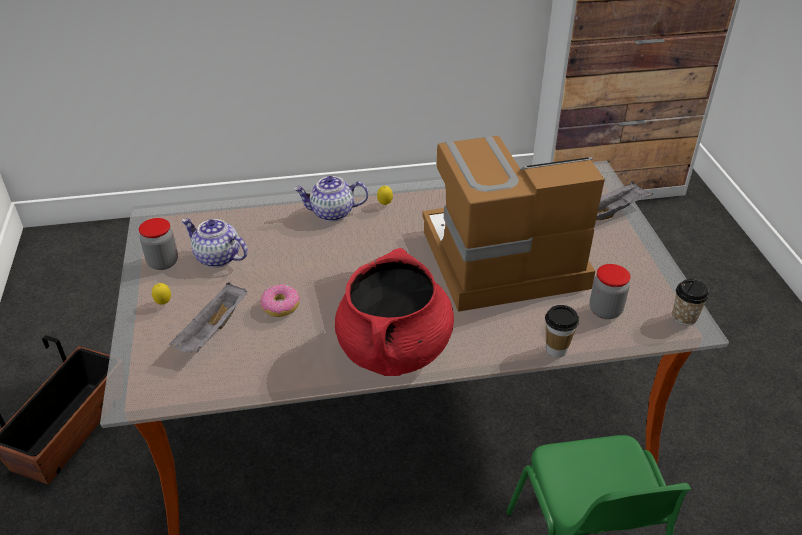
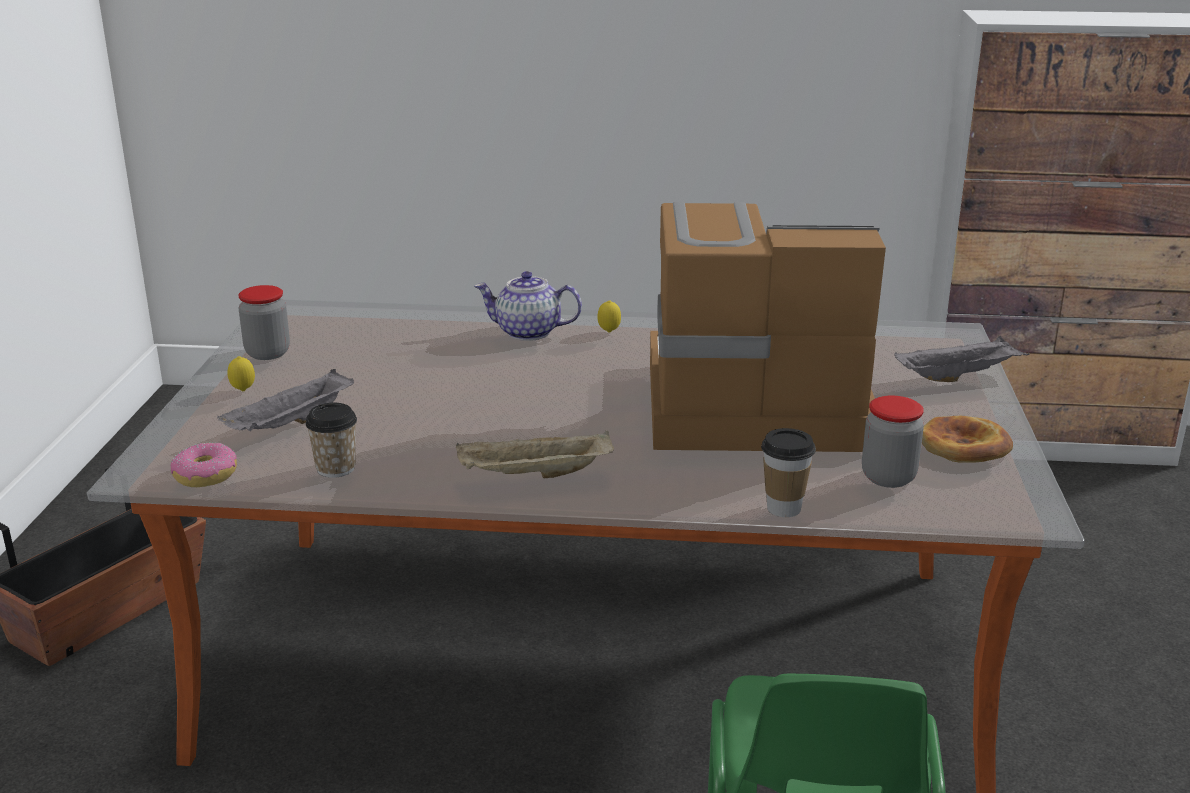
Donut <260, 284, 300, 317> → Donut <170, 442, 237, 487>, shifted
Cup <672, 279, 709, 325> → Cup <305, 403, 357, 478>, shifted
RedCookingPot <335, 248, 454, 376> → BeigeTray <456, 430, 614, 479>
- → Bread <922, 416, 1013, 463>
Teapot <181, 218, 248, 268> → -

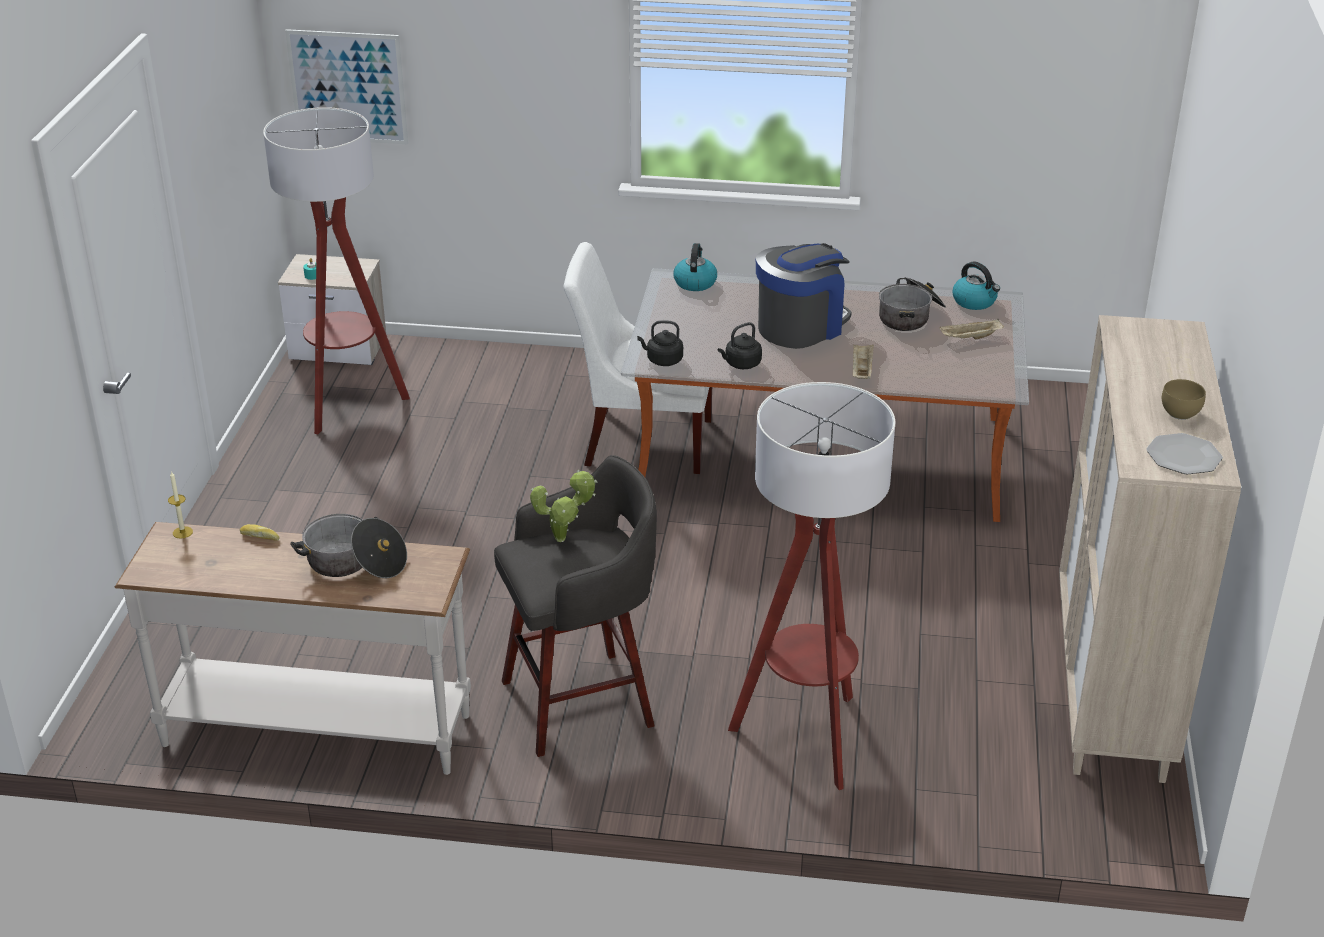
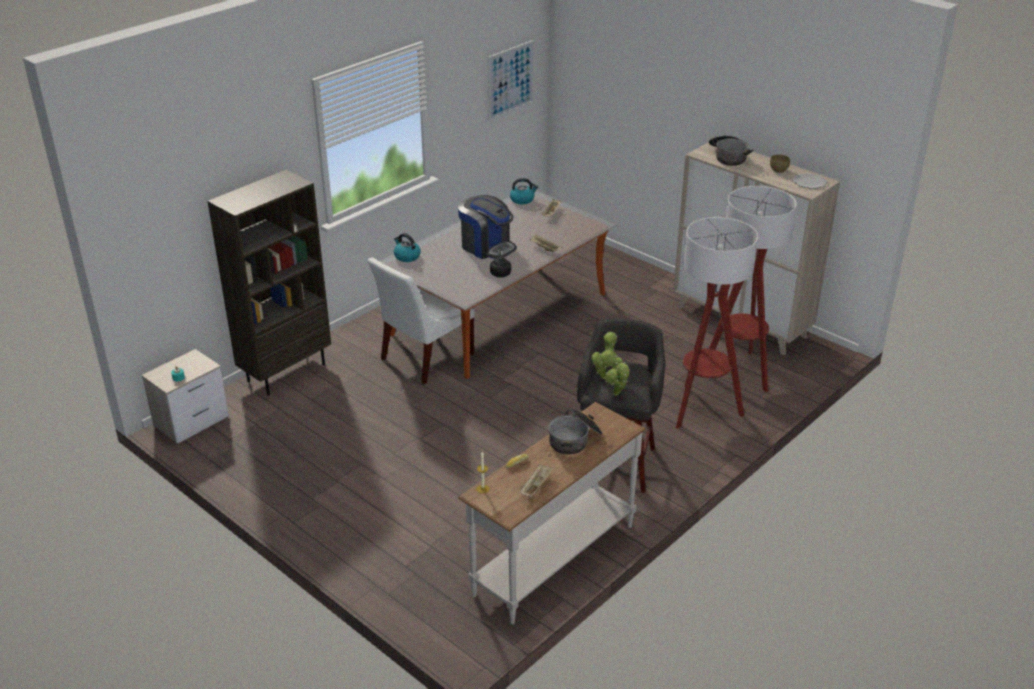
- → BrownBookcase <207, 170, 331, 395>
CoffeeMachine <756, 243, 851, 349> → CoffeeMachine <458, 195, 517, 259>, 135 degrees clockwise
Picture <285, 29, 408, 144> → Picture <488, 40, 534, 121>, shifted
- → BeigeTray <520, 464, 554, 497>
- → PottedPlant <605, 356, 630, 396>
CookingPot <879, 277, 946, 331> → CookingPot <709, 135, 753, 166>, shifted
FloorLamp <263, 107, 410, 435> → FloorLamp <709, 186, 797, 392>, shifted
BlackKettle <637, 320, 683, 366> → -

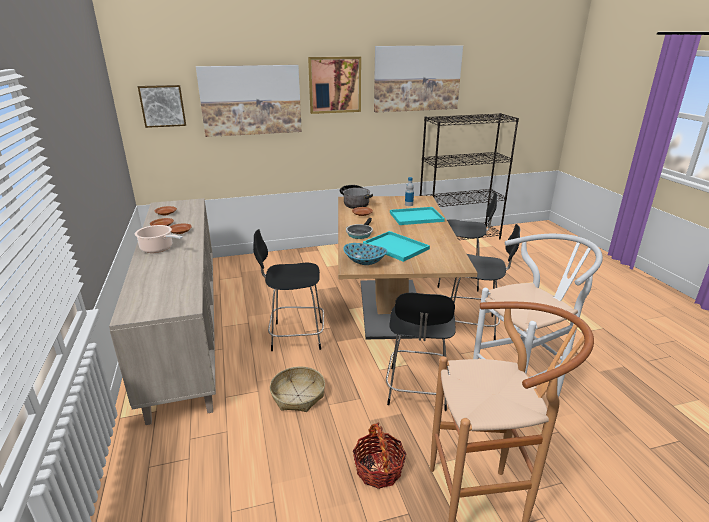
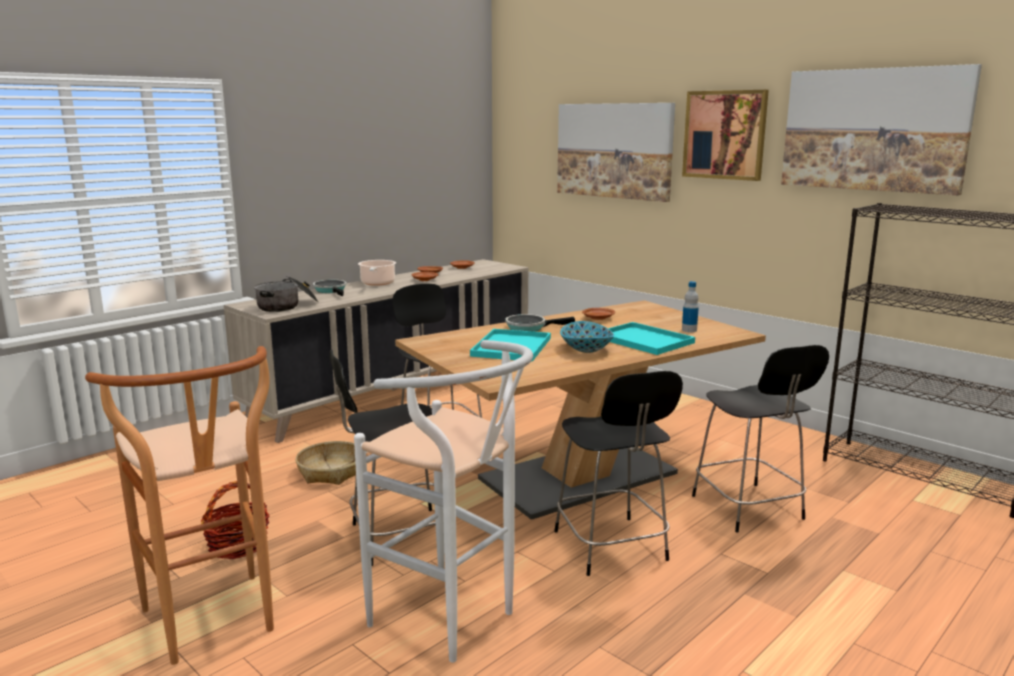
CookingPot <340, 185, 373, 209> → CookingPot <254, 276, 318, 312>, shifted
- → FryingPan <313, 280, 346, 296>
Bowl <343, 243, 387, 265> → Bowl <560, 321, 614, 353>, shifted
Picture <138, 85, 186, 128> → -

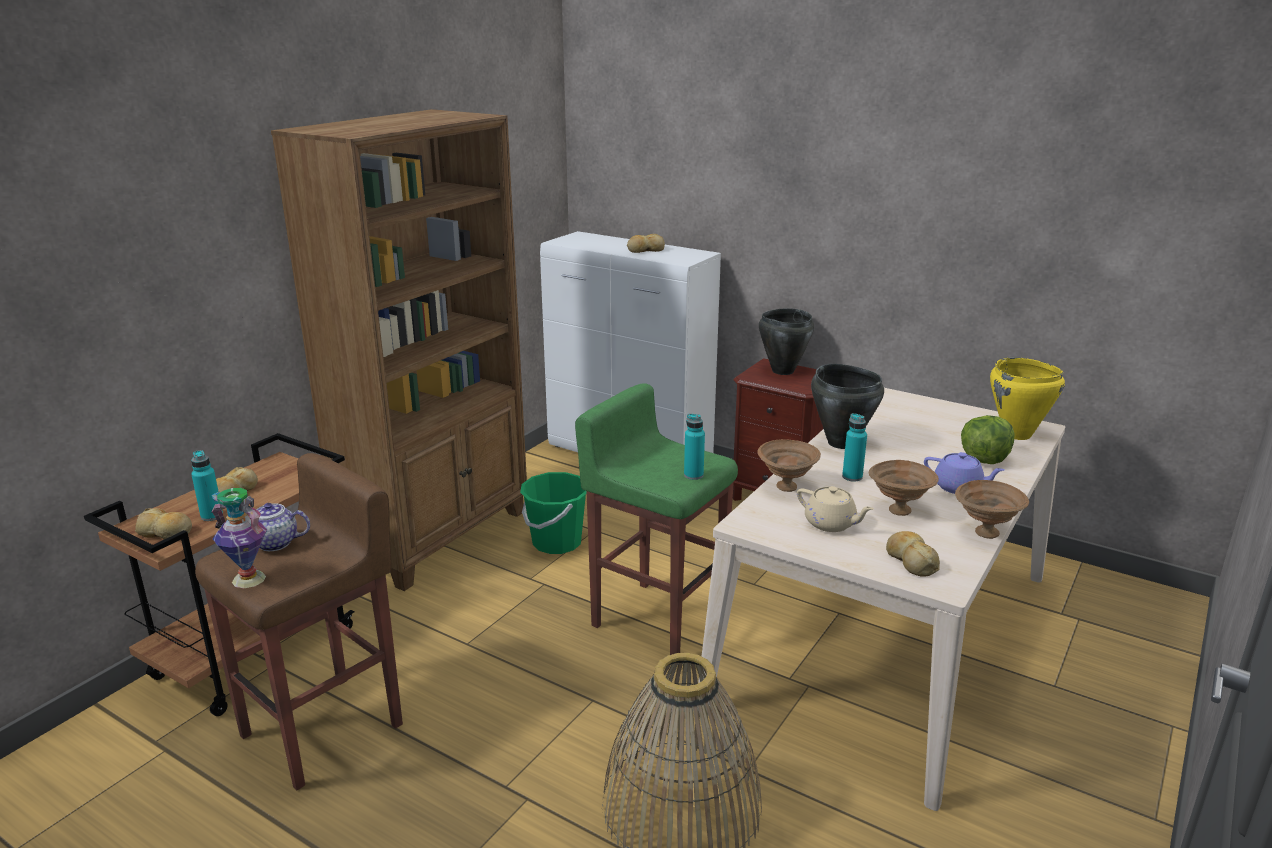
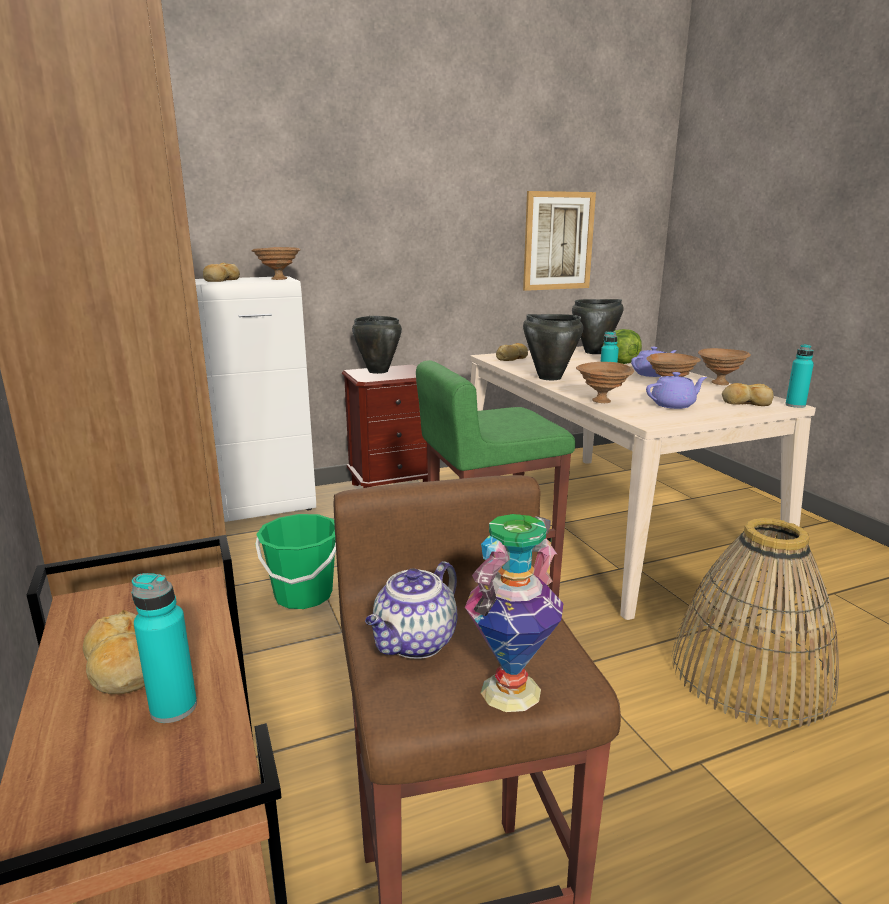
- → BrownBowl <251, 247, 301, 280>
Bread <135, 508, 192, 539> → Bread <496, 343, 528, 361>, shifted
- → Picture <523, 191, 596, 291>
YellowCookingPot <990, 357, 1065, 440> → BlackCookingPot <572, 299, 624, 354>
BeigeTeapot <797, 486, 874, 532> → PurpleTeapot <646, 372, 707, 409>
TurquoiseBottle <684, 414, 705, 480> → TurquoiseBottle <785, 344, 814, 408>, shifted

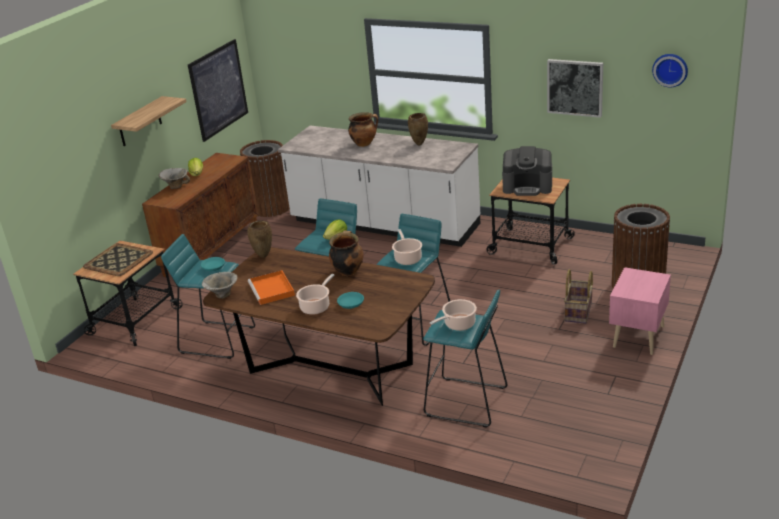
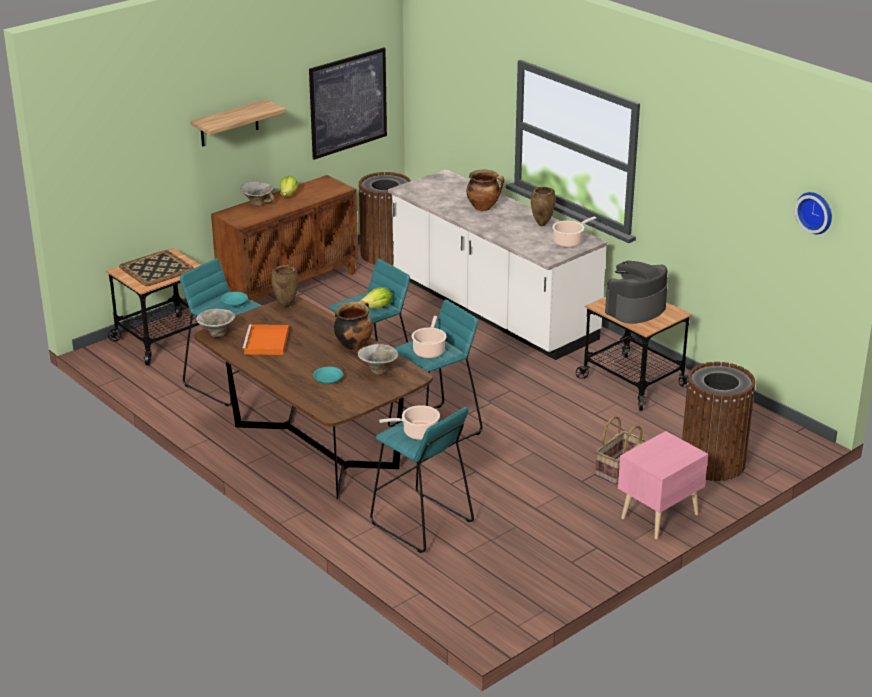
- → Bowl <357, 344, 398, 375>
CookingPot <296, 274, 335, 315> → CookingPot <552, 217, 596, 247>, shifted
CoffeeMachine <502, 146, 552, 196> → CoffeeMachine <605, 260, 668, 324>, 105 degrees clockwise
Picture <547, 59, 603, 118> → -

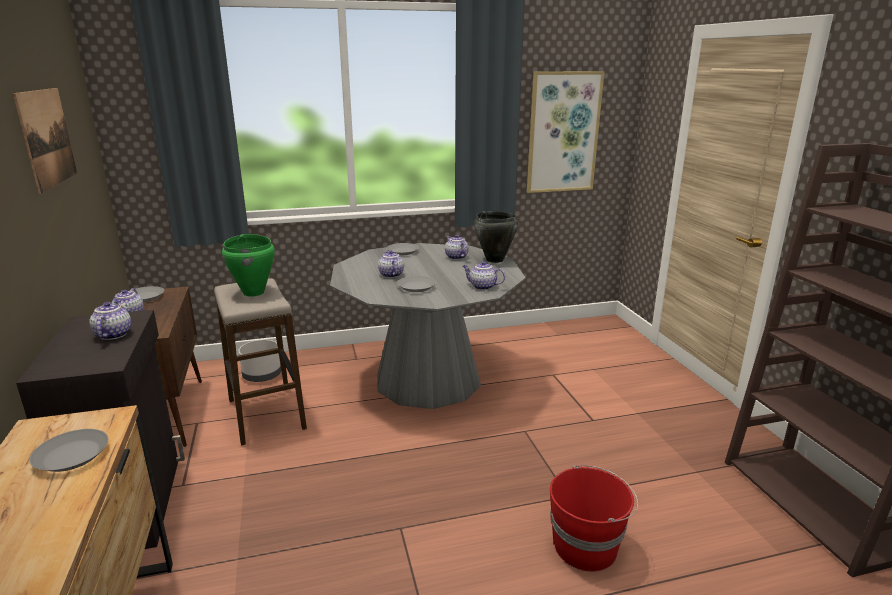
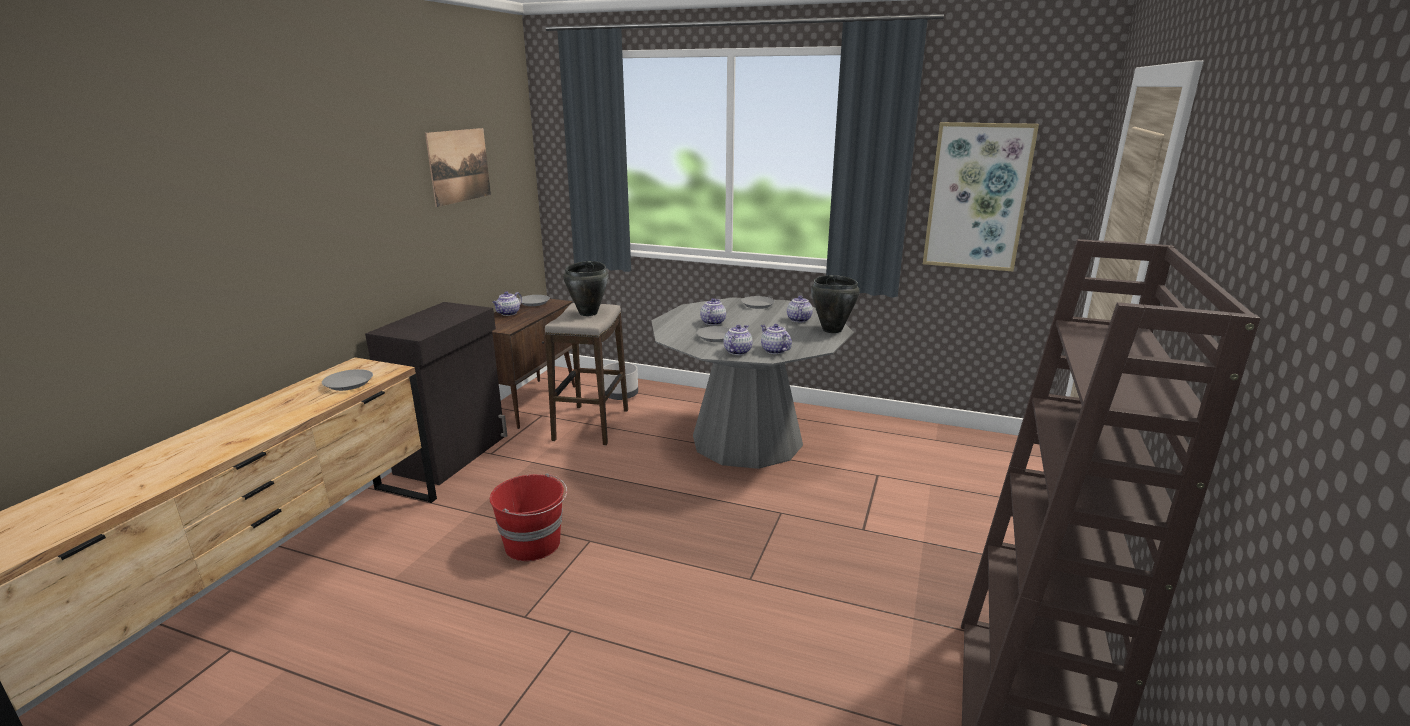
RedBucket <550, 465, 638, 572> → RedBucket <490, 473, 567, 561>, shifted
GreenCookingPot <222, 234, 275, 297> → BlackCookingPot <563, 261, 609, 316>
Teapot <89, 300, 131, 340> → Teapot <723, 325, 753, 355>, shifted

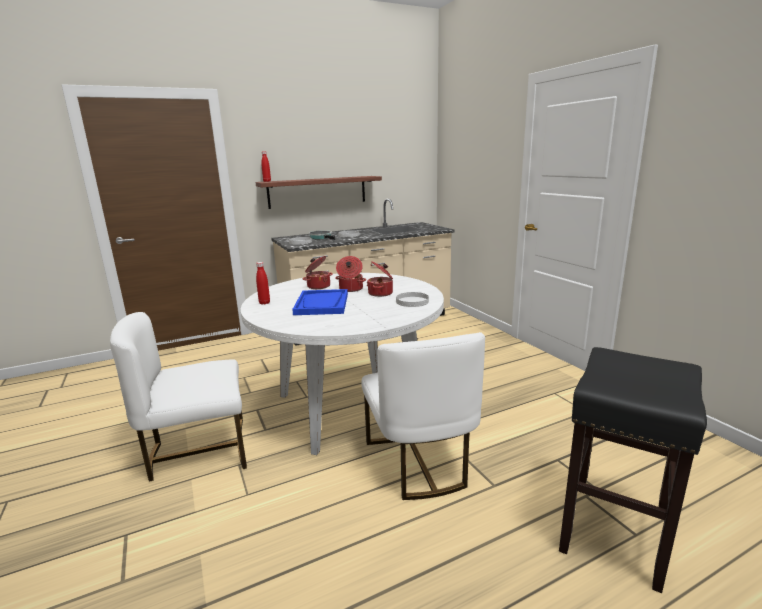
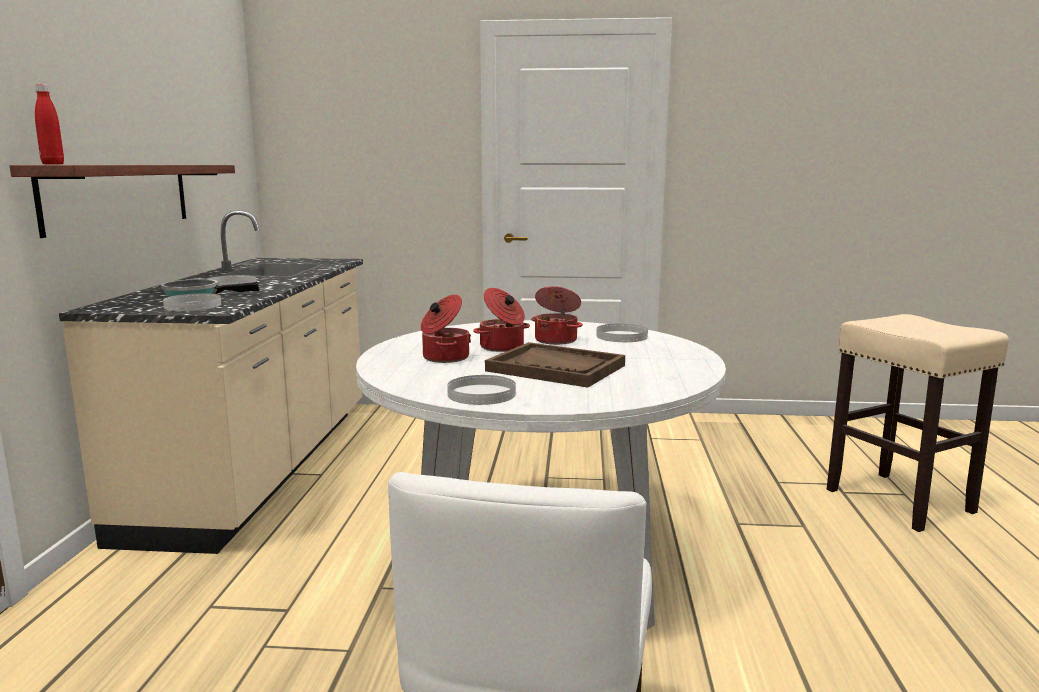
RedBottle <256, 262, 270, 305> → WhitePlate <447, 375, 516, 405>
BlueTray <292, 289, 348, 315> → BrownTray <485, 342, 625, 388>
BlackStool <559, 347, 707, 593> → BeigeStool <827, 314, 1009, 532>
WhiteChair <361, 332, 485, 500> → -

